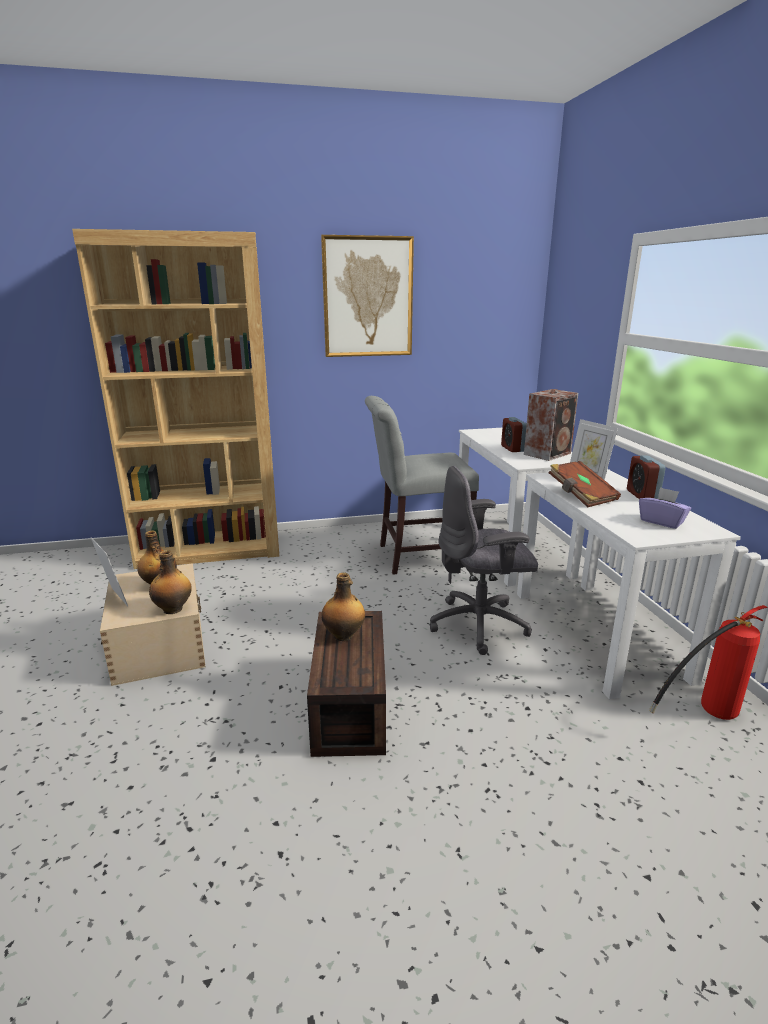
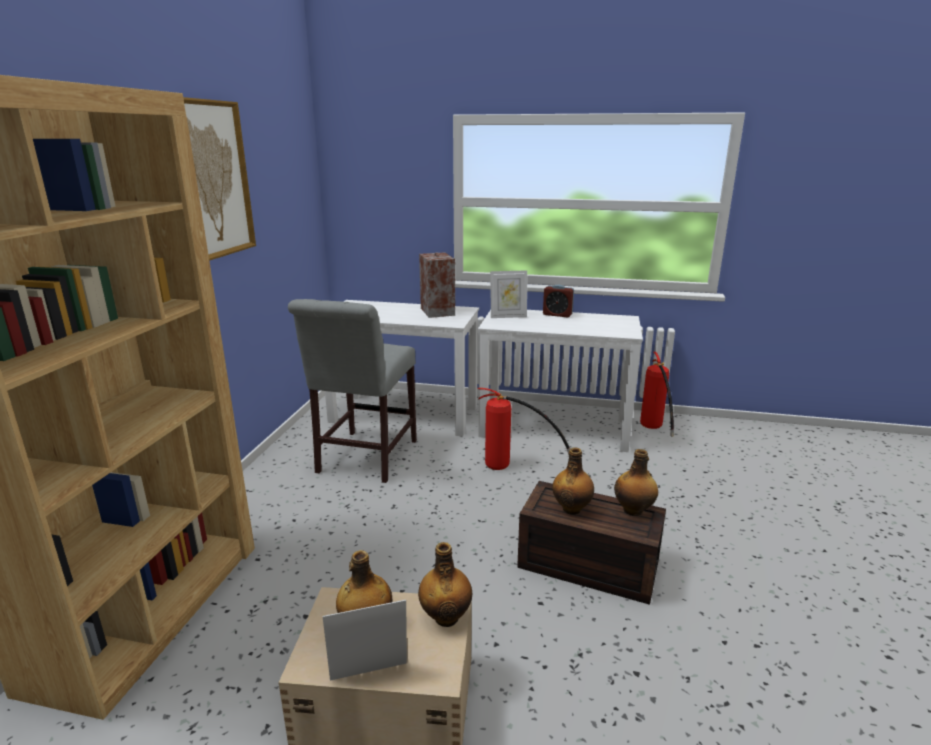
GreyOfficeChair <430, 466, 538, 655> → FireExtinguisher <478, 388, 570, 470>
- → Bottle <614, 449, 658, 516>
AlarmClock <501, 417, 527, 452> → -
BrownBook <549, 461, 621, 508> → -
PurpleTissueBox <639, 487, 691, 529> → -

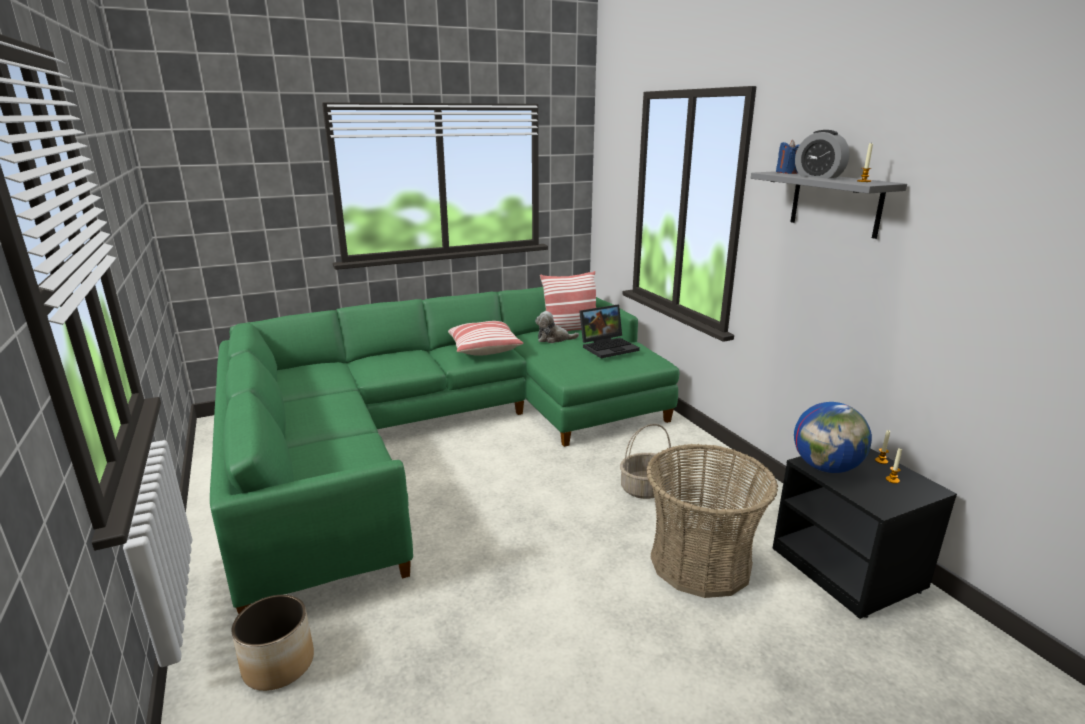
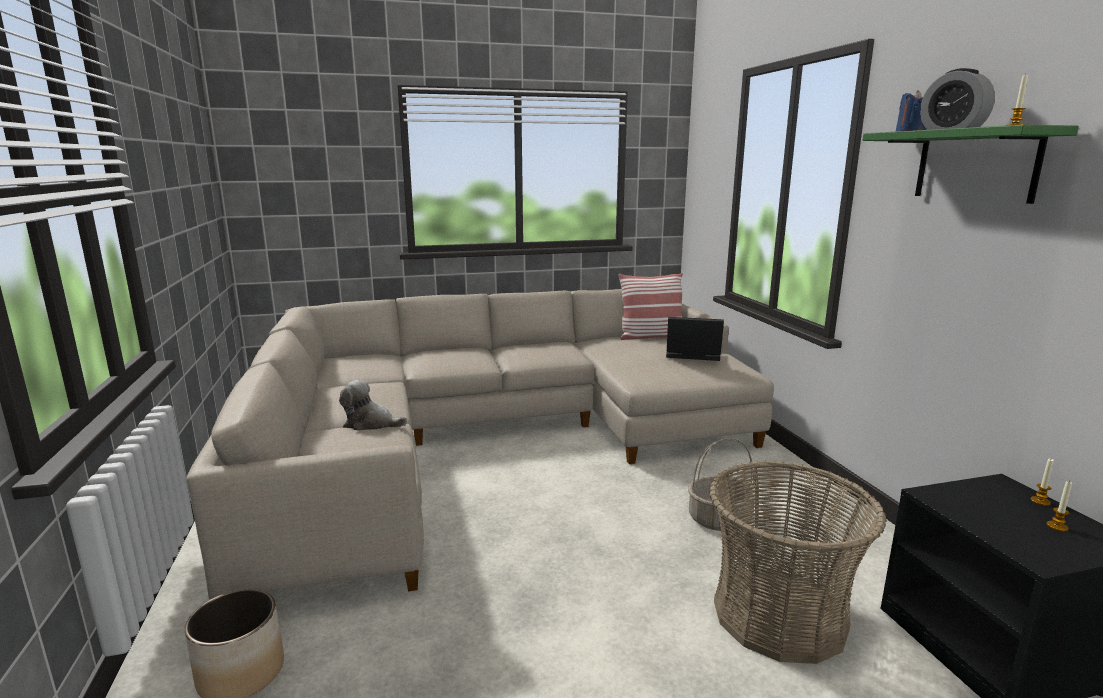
GreenSofa <210, 287, 680, 614> → BeigeSofa <186, 289, 774, 600>
PlushToy <535, 311, 579, 343> → PlushToy <339, 380, 407, 430>, shifted
Laptop <579, 305, 640, 358> → Laptop <666, 317, 724, 361>, 150 degrees counterclockwise
GreyShelf <751, 171, 907, 239> → GreenShelf <863, 125, 1079, 204>
Pillow <448, 321, 523, 356> → -
Globe <794, 402, 872, 473> → -

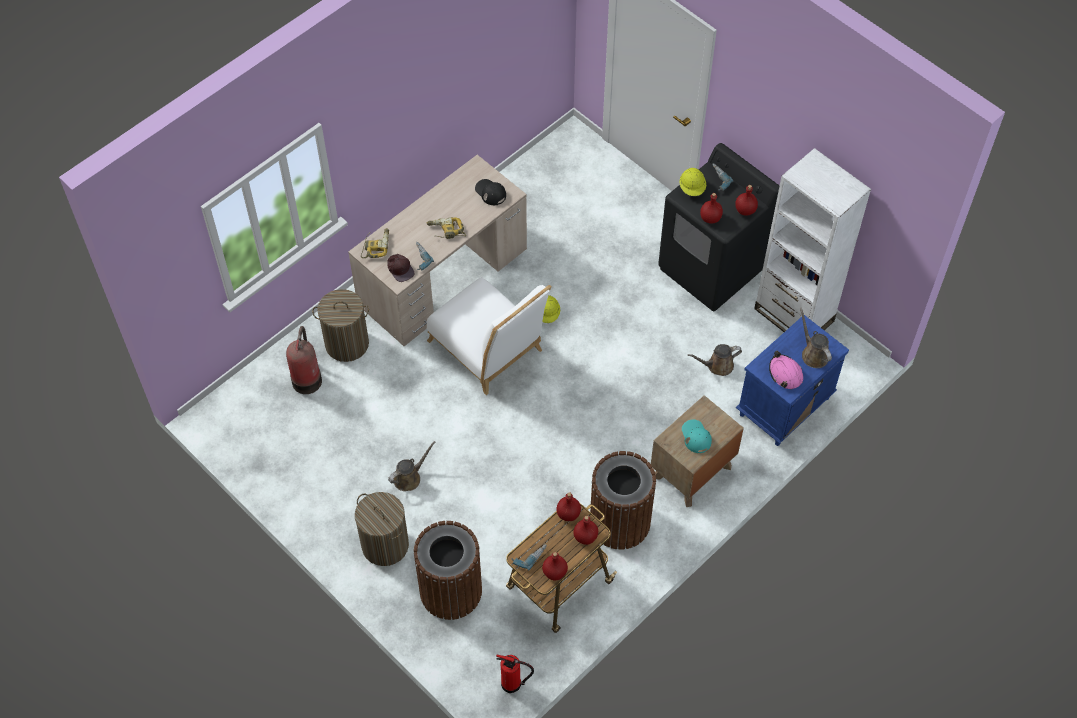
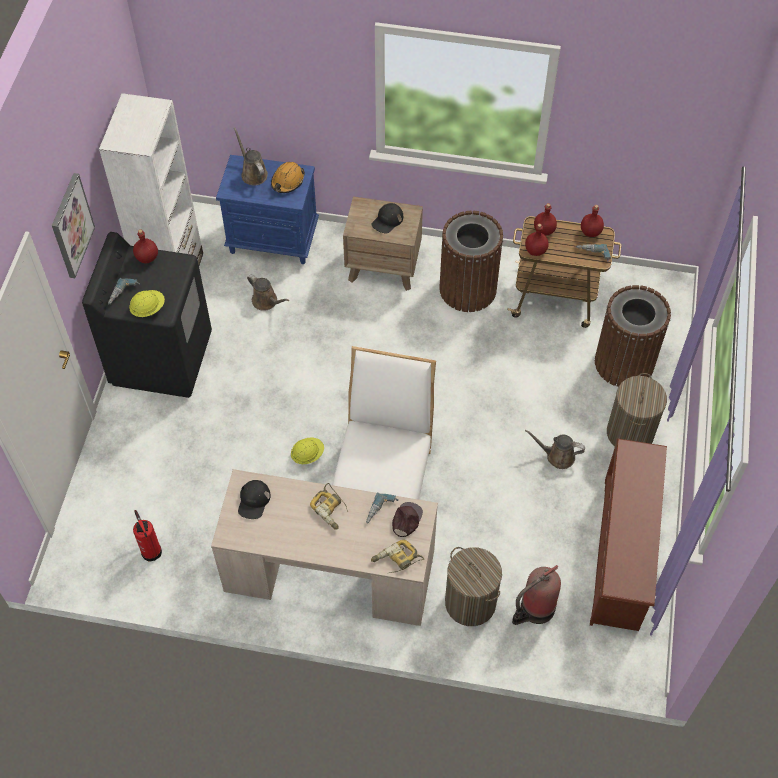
- → Picture <52, 173, 95, 278>
FireExtinguisher <496, 655, 534, 693> → FireExtinguisher <133, 510, 162, 562>, shifted
BrownWateringCan <800, 308, 832, 368> → BrownWateringCan <234, 128, 268, 185>, 120 degrees clockwise
PinkHardHat <769, 351, 803, 389> → OrangeHardHat <271, 162, 305, 193>
TurquoiseCap <682, 419, 712, 453> → BlackCap <371, 203, 403, 234>
- → BrownShoeRack <590, 438, 667, 631>
RedBottle <700, 193, 723, 224> → -

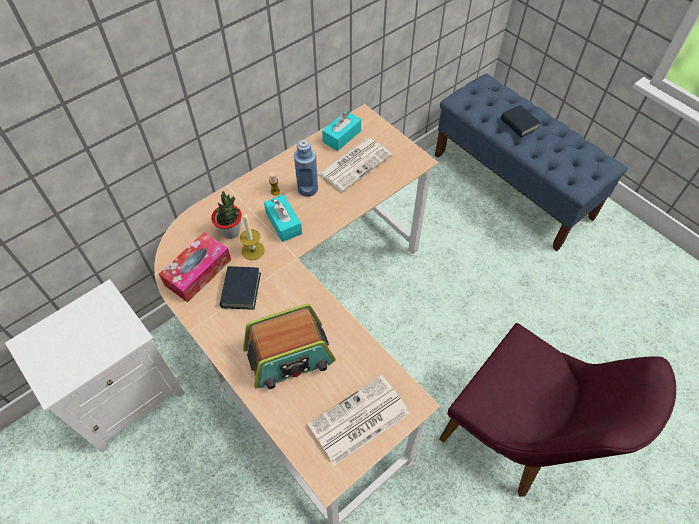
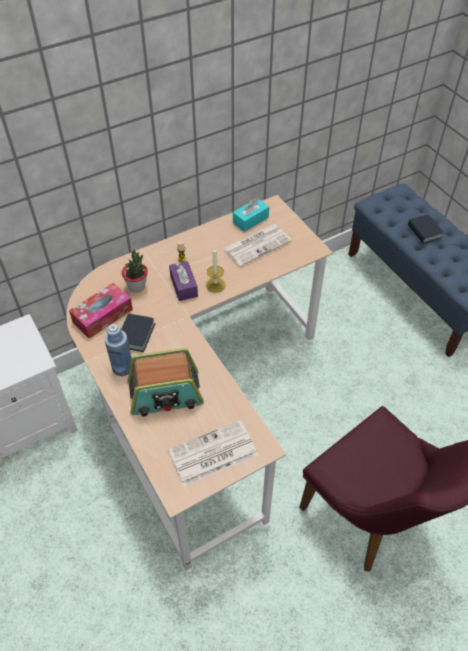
BlueBottle <294, 140, 318, 197> → BlueBottle <105, 324, 131, 376>, shifted
TurquoiseTissueBox <264, 195, 302, 242> → PurpleTissueBox <169, 261, 198, 301>
Candle <240, 212, 265, 260> → Candle <206, 247, 226, 293>, shifted

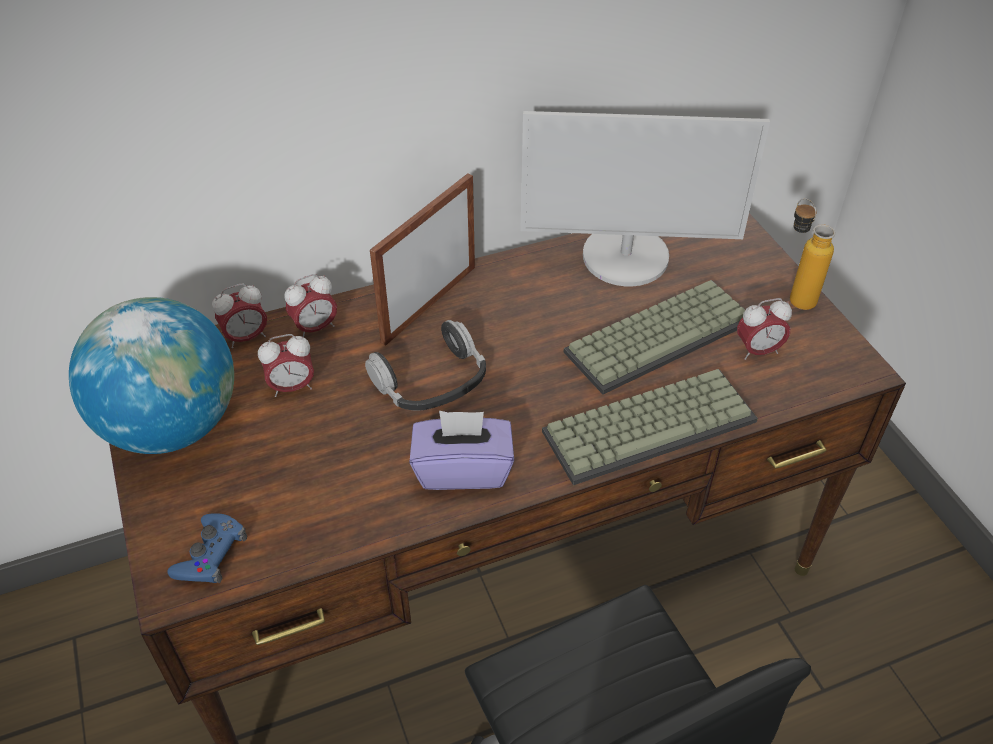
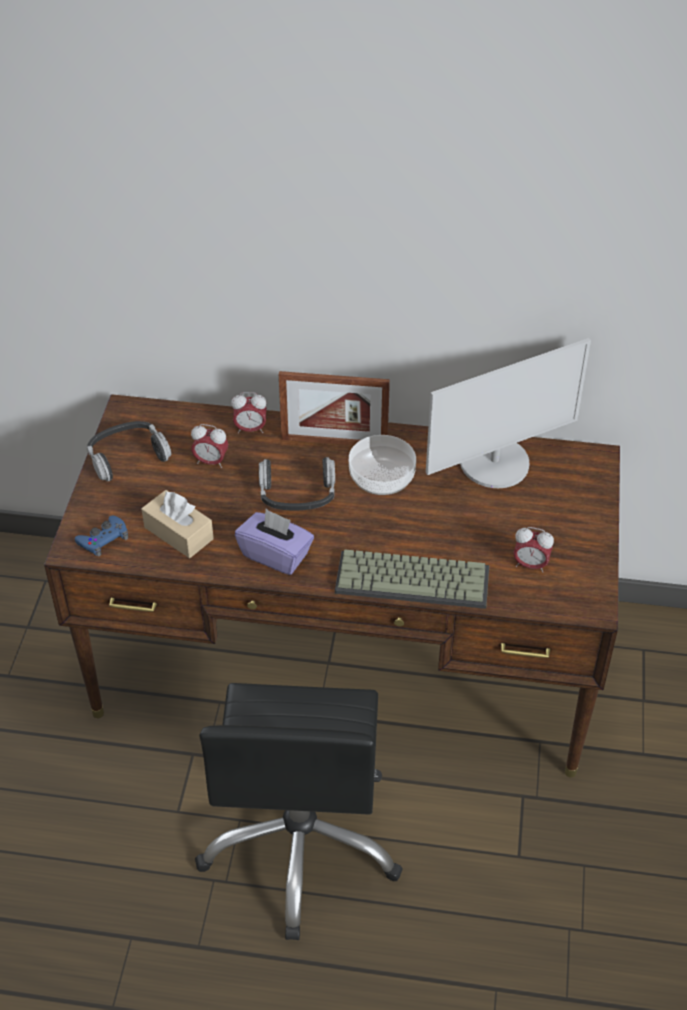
Globe <69, 297, 234, 454> → Headphones <87, 421, 171, 482>
- → BeigeTissueBox <141, 490, 214, 558>
PictureFrame <370, 173, 475, 346> → PictureFrame <279, 371, 390, 445>, 150 degrees counterclockwise
- → Bowl <349, 435, 416, 495>
Monitor <520, 111, 770, 286> → Monitor <426, 338, 591, 488>, 60 degrees counterclockwise
AlarmClock <212, 283, 267, 348> → -
Keyboard <564, 280, 745, 394> → -
Bottle <790, 198, 836, 310> → -

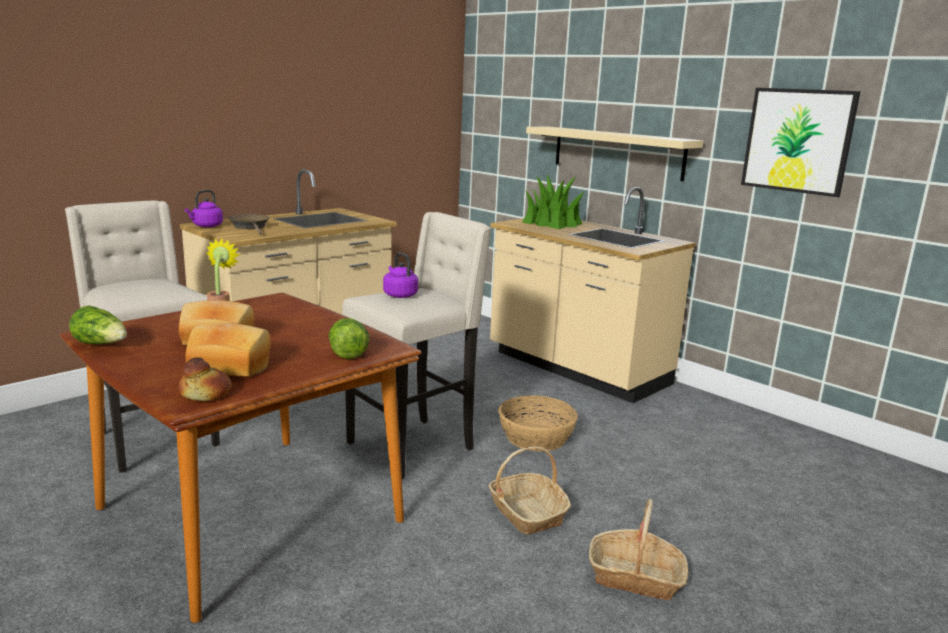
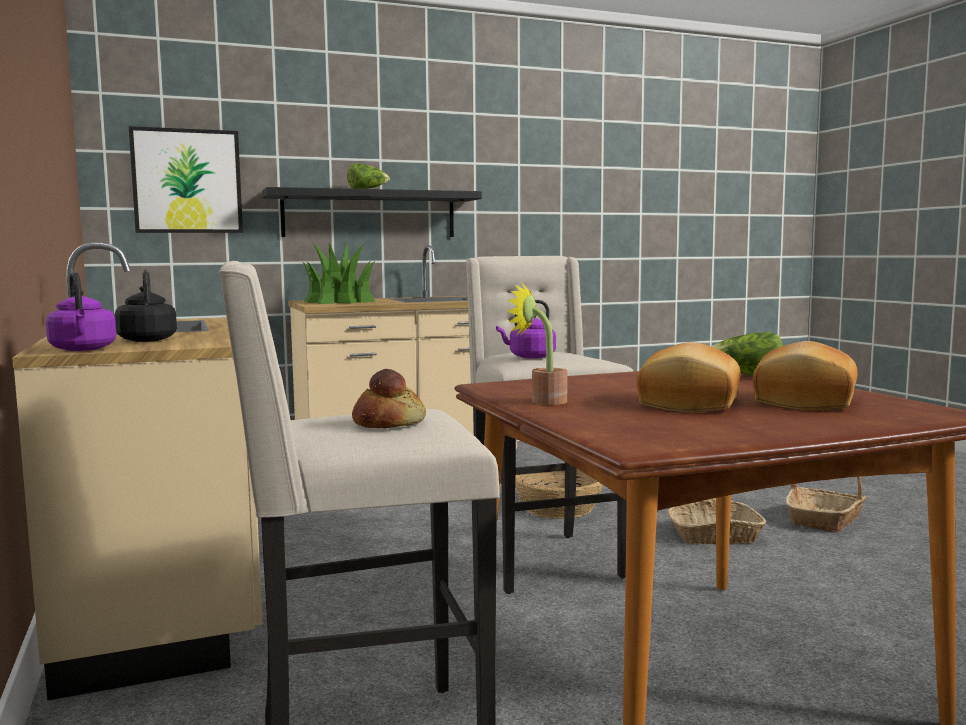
BrownFryingPan <228, 214, 270, 235> → BlackKettle <115, 269, 177, 342>
Picture <741, 88, 861, 197> → Picture <129, 126, 243, 233>, shifted
BeigeShelf <526, 127, 703, 181> → BlackShelf <262, 187, 482, 237>
Lettuce <69, 306, 127, 344> → Lettuce <347, 163, 390, 189>, shifted
Bread <179, 357, 232, 401> → Bread <352, 369, 426, 428>, shifted

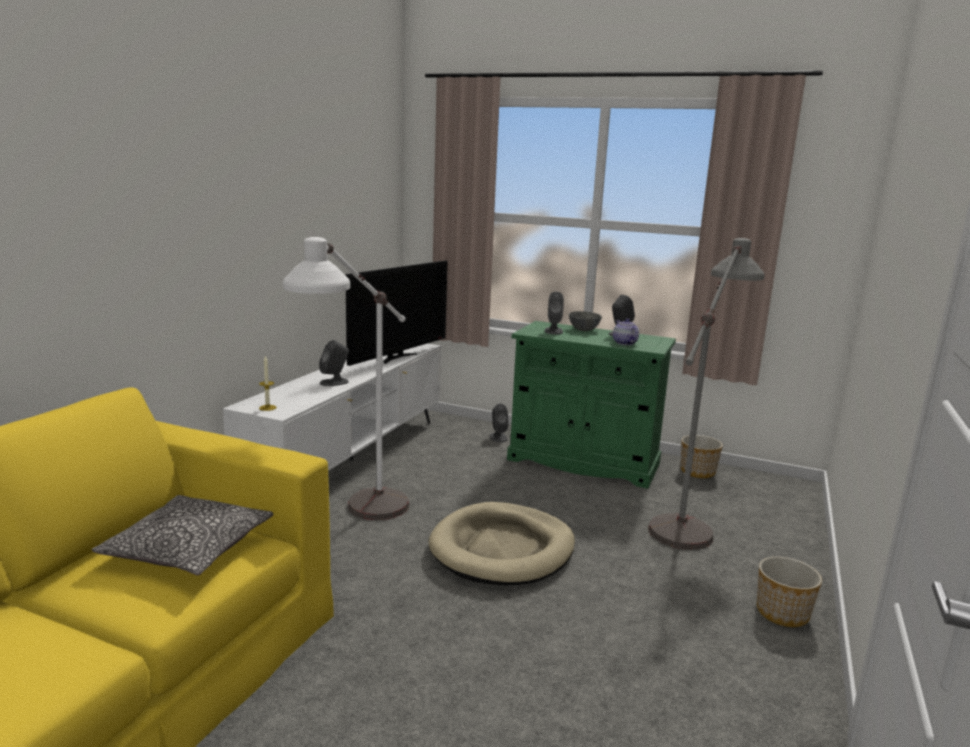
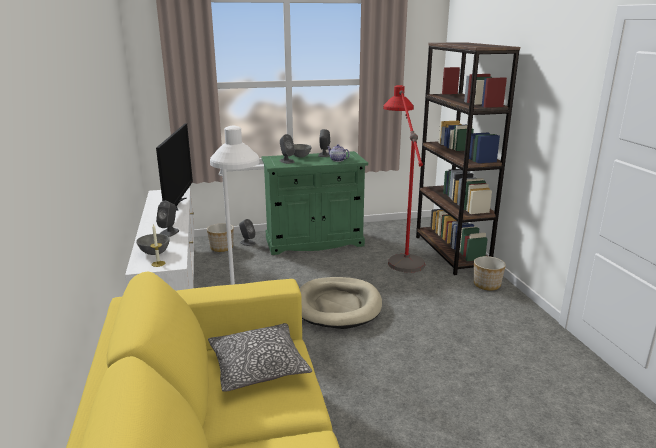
- → GreyBowl <136, 234, 170, 255>
Planter <681, 435, 723, 478> → Planter <207, 223, 234, 252>, shifted
GreyFloorLamp <648, 238, 765, 550> → RedFloorLamp <383, 85, 425, 272>
- → BrownBookcase <416, 42, 520, 275>

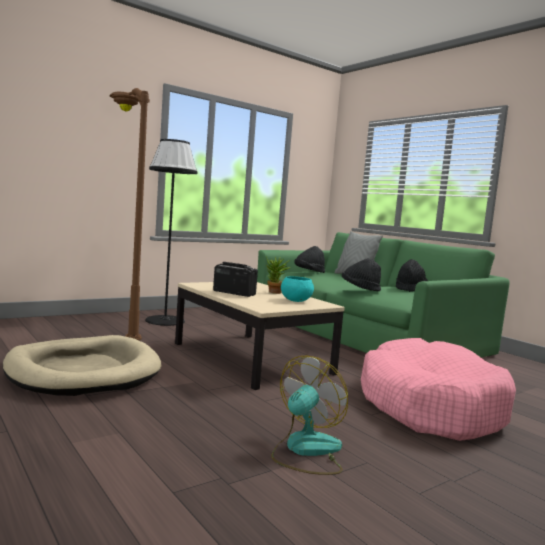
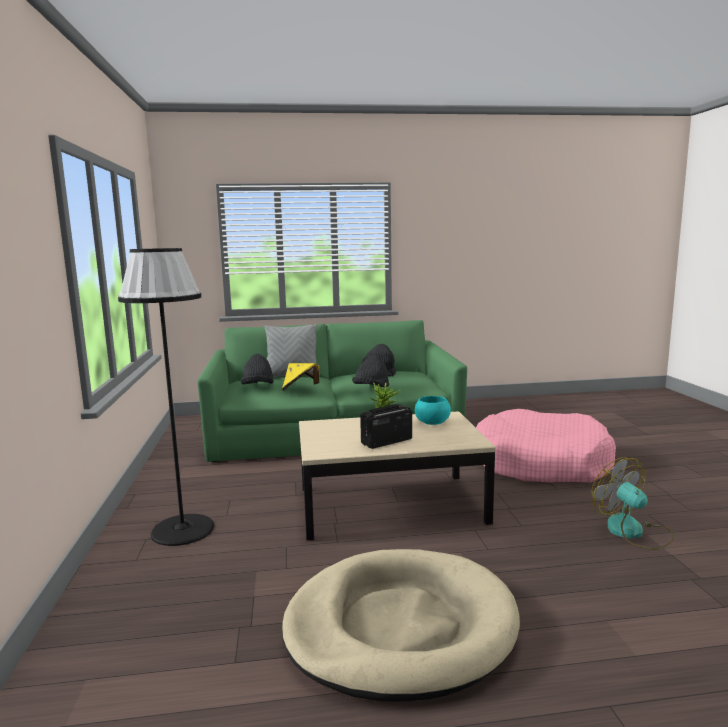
- → YellowHat <282, 363, 320, 391>
BrownFloorLamp <110, 88, 150, 340> → -

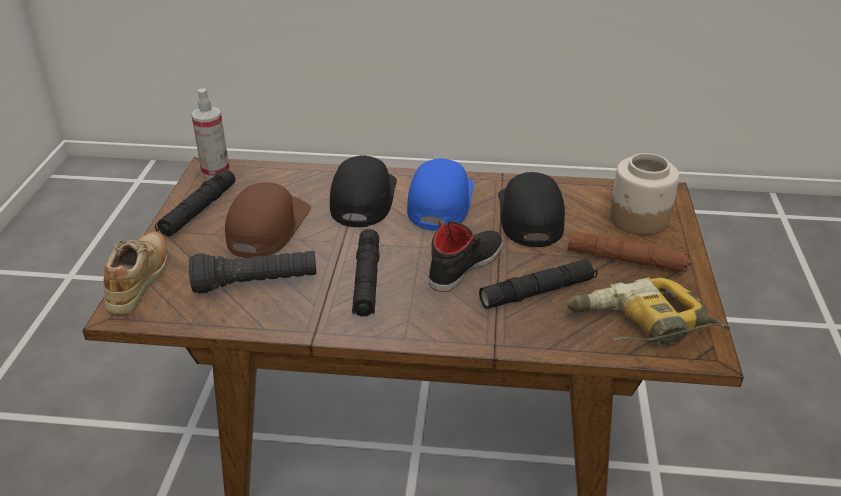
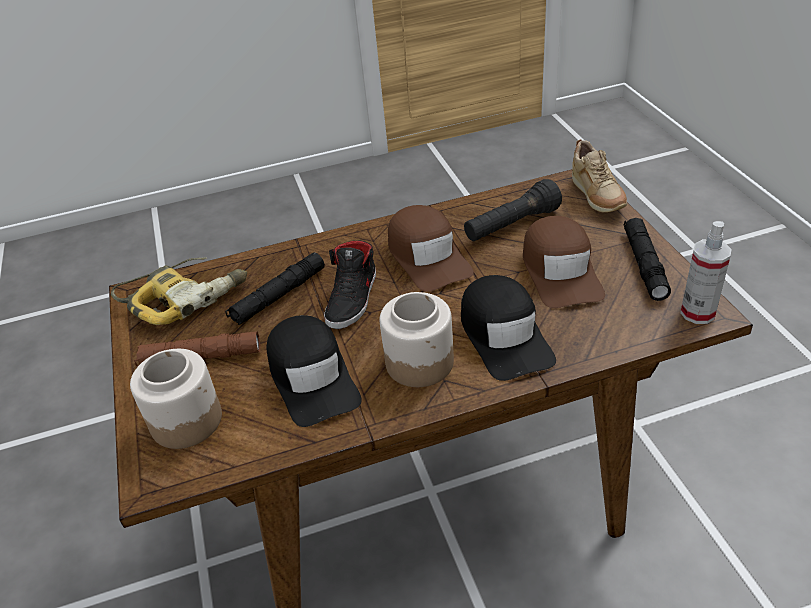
BlueCap <407, 158, 474, 231> → Jar <380, 292, 454, 387>
BlackFlashlight <352, 229, 380, 316> → BrownCap <388, 205, 474, 292>

